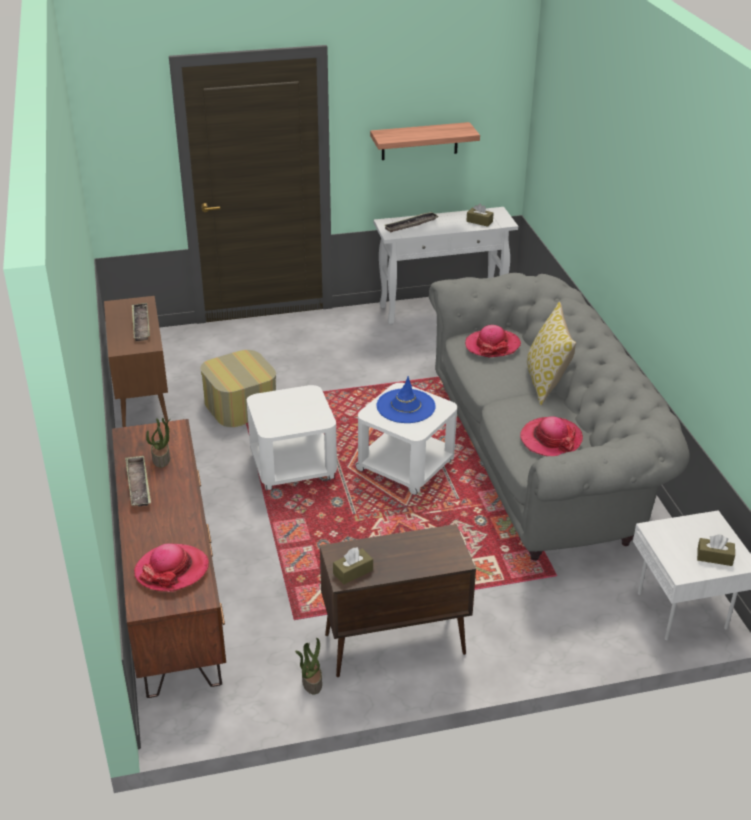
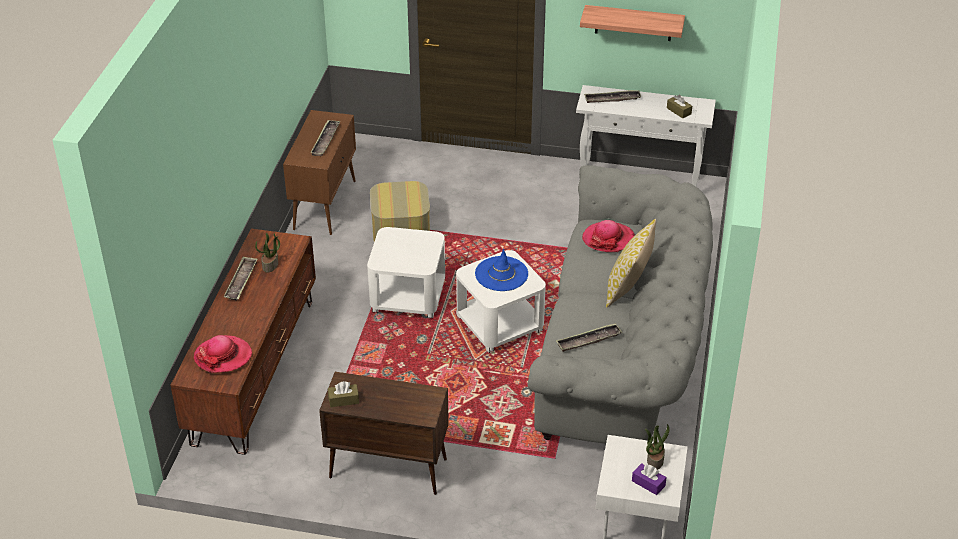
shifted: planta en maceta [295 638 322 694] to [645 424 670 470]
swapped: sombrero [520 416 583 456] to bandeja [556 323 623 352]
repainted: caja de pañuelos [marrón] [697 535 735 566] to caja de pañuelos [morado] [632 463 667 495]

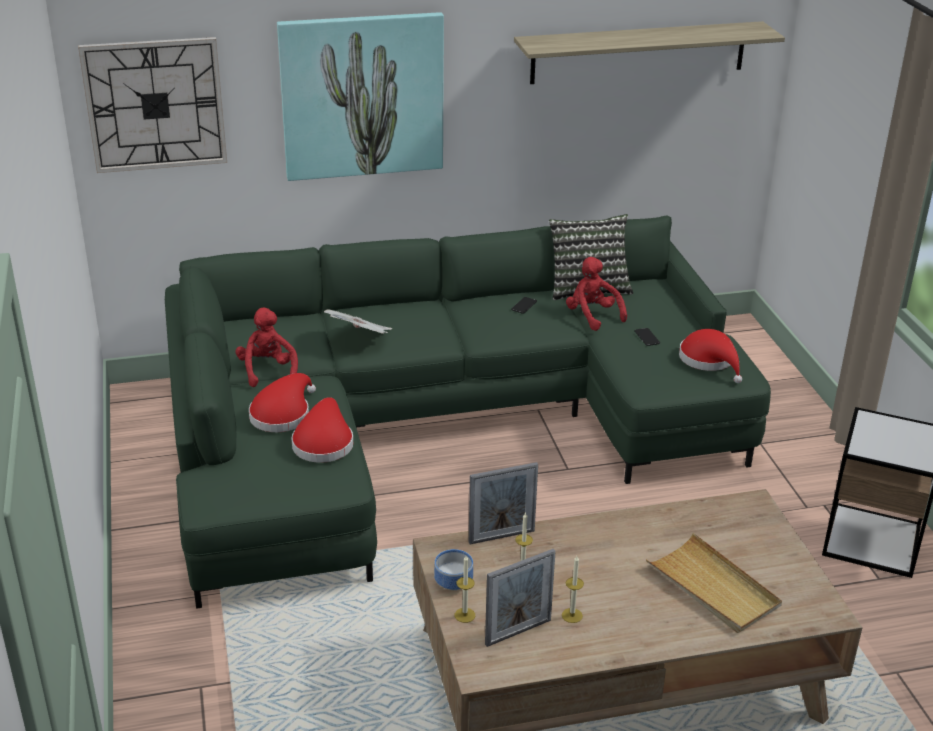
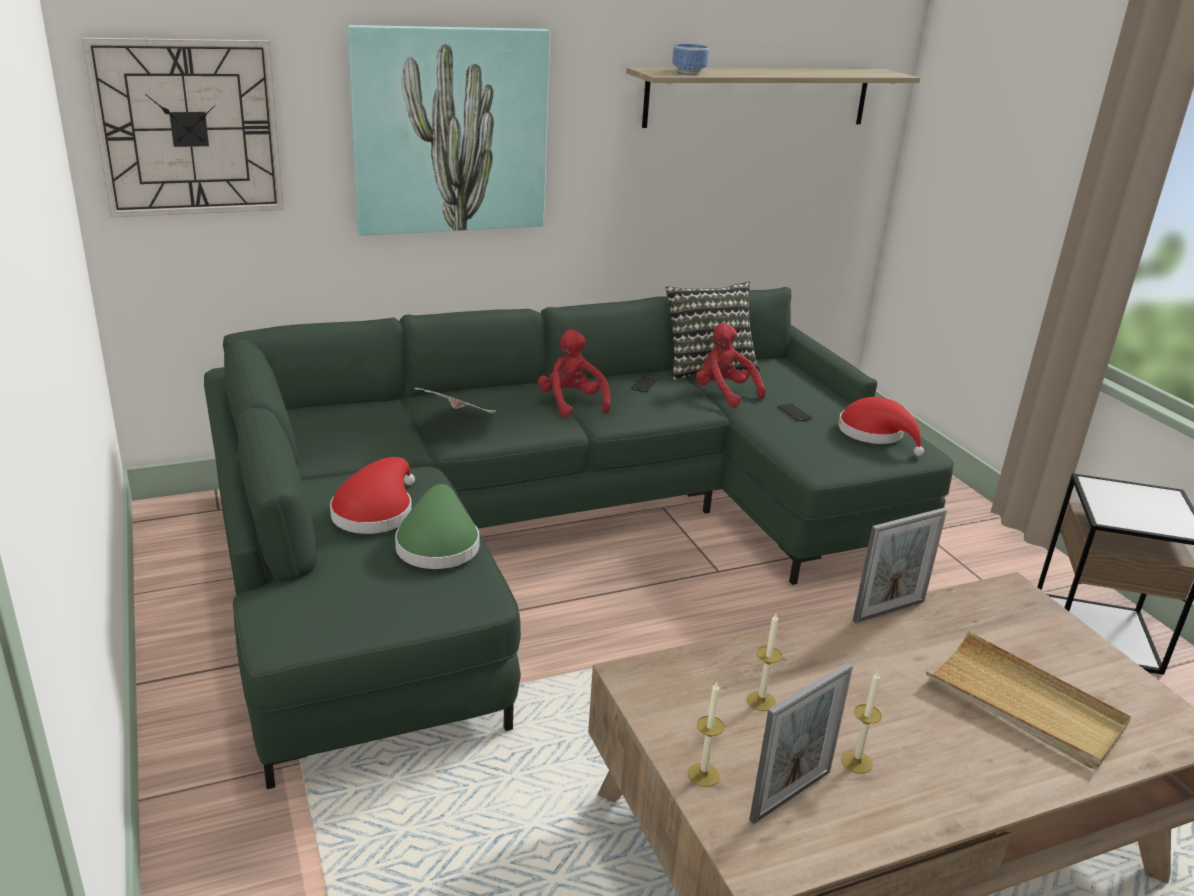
shifted: peluche [rojo] [235 307 298 387] to [538 330 610 418]; cuenco [434 549 473 590] to [672 44 709 74]; portarretratos [469 462 538 544] to [853 508 947 623]
repainted: sombrero [rojo] [292 397 353 463] to sombrero [verde] [395 484 479 569]

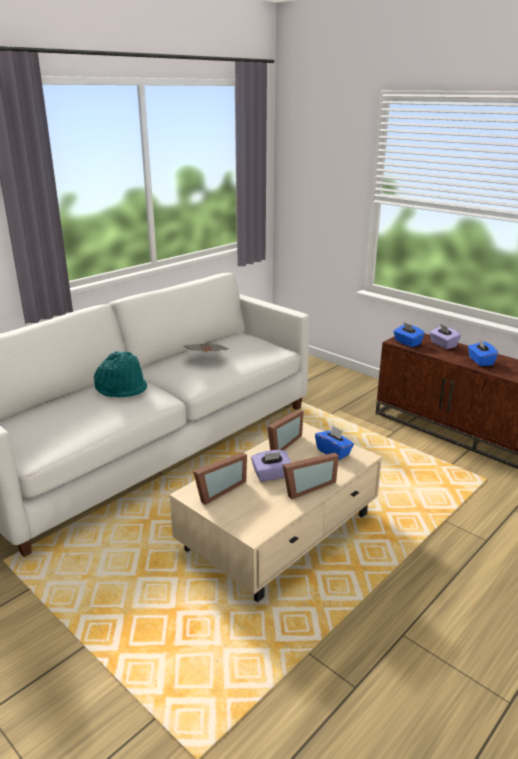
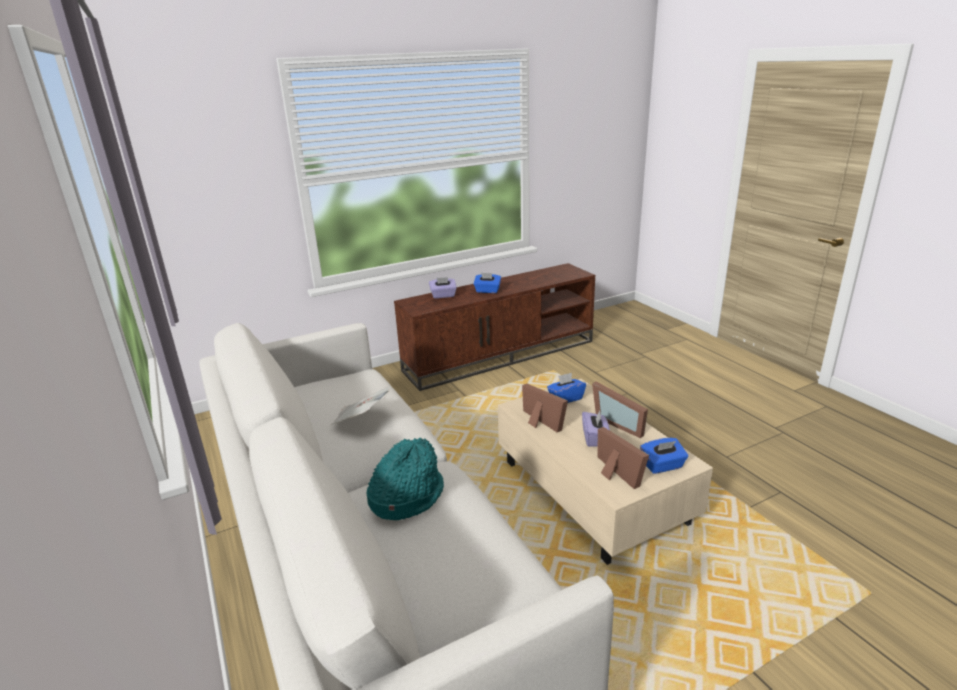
shifted: caja de pañuelos [azul] [393 322 425 347] to [640 438 688 474]
rotated: portarretratos [283 453 339 499] = [592 381 648 438] 150 degrees clockwise

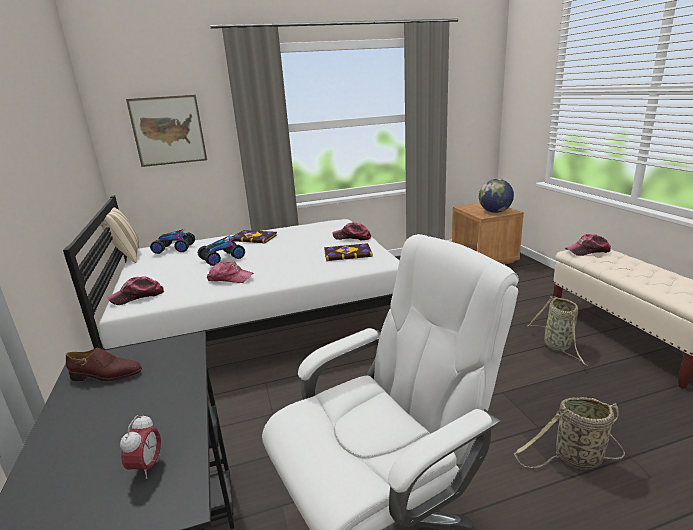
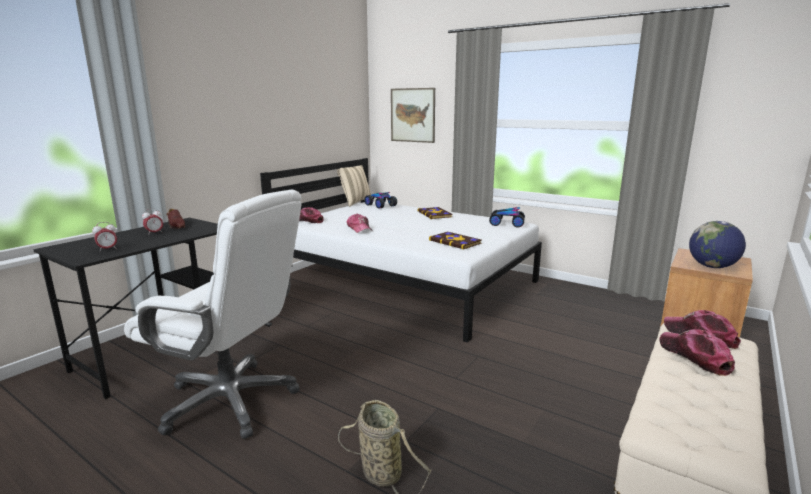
gone: cesta [528 296 588 366]
new: despertador [142 208 163 235]
shifted: coche de juguete [198 236 245 266] to [489 207 525 228]; gorra [333 222 371 240] to [660 329 735 376]

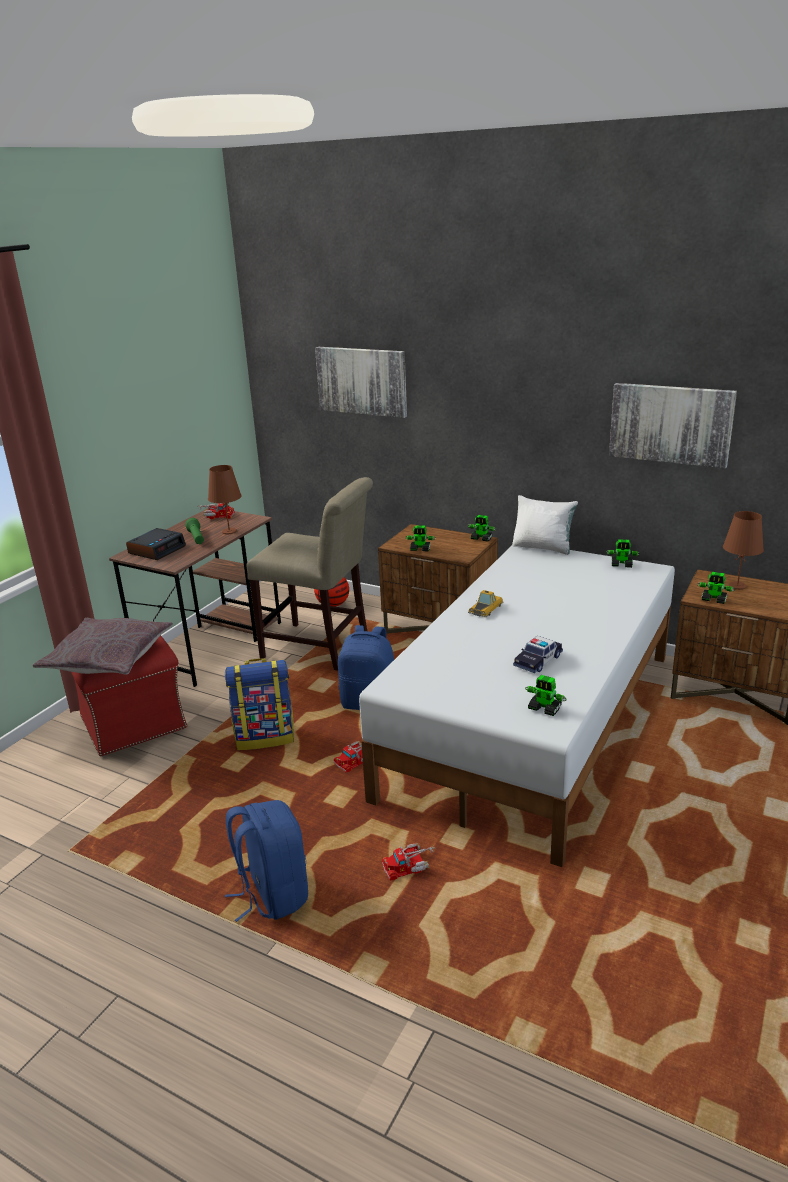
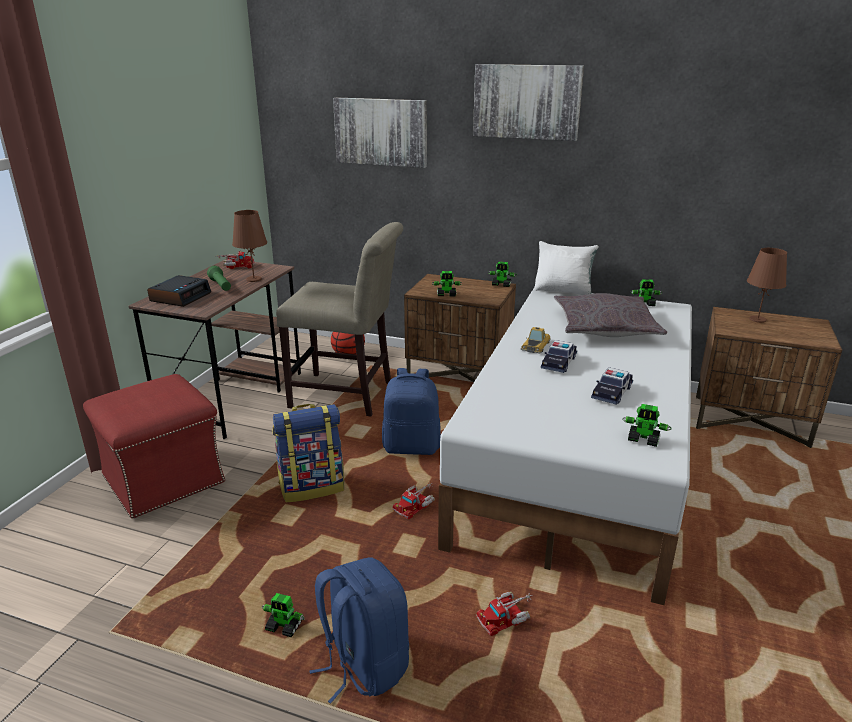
new: coche de juguete [541 340 577 373]
shifted: cojín [gris] [33 618 173 675] to [554 293 667 337]; cuadro [609 383 737 468] to [473 64 584 141]; robot de juguete [697 572 735 604] to [262 593 305 637]

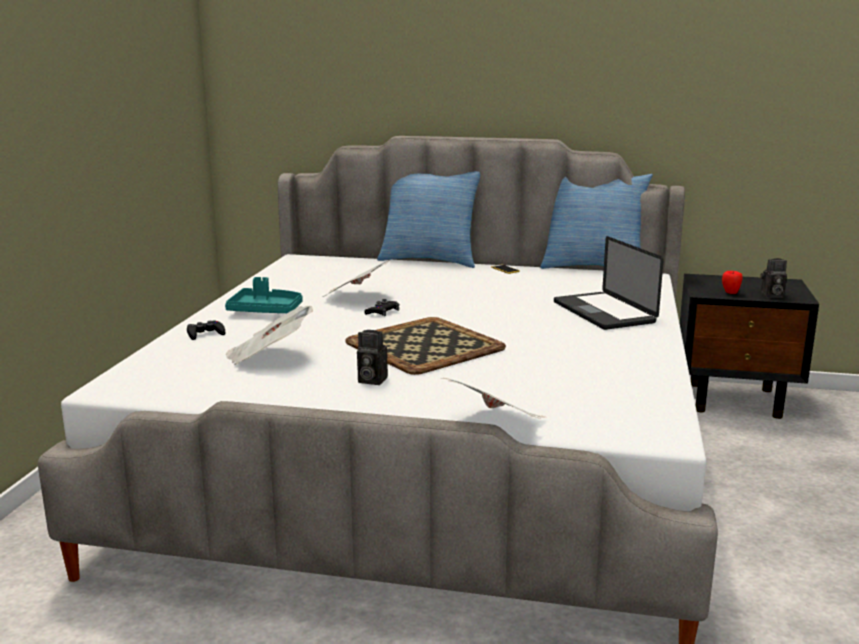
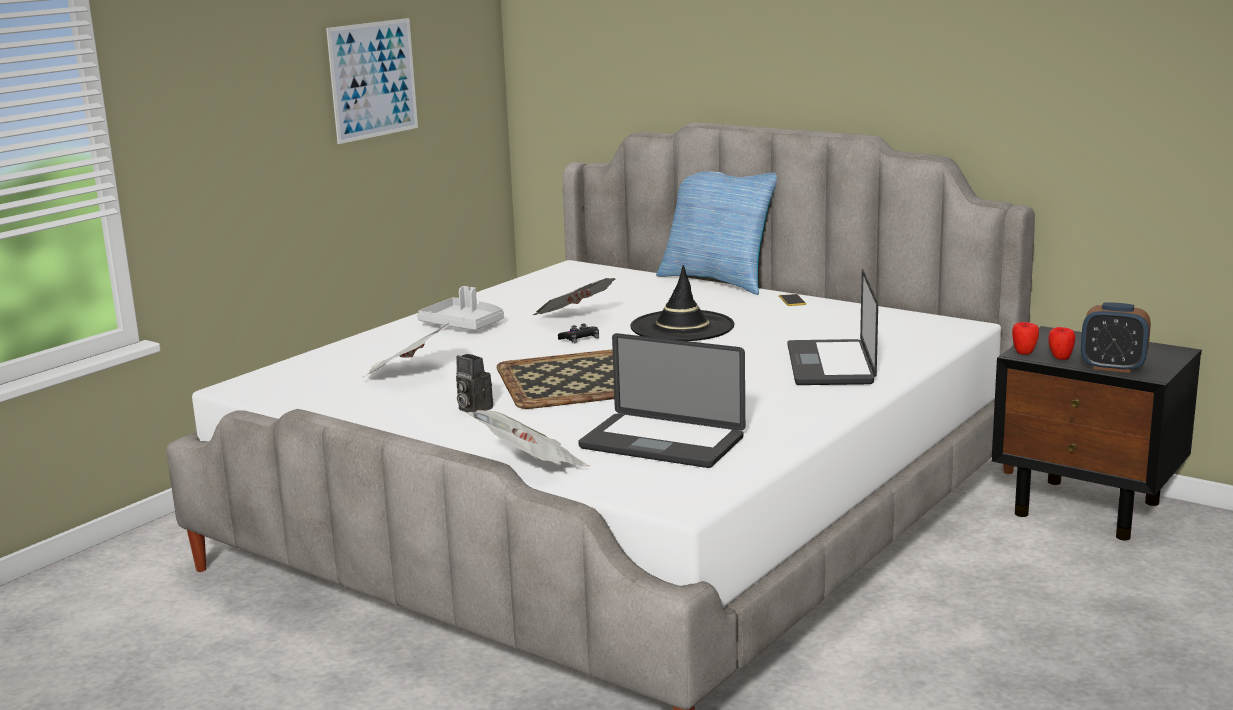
gone: mando de consola [negro] [187 320 225 340]; cojín [540 174 653 269]
new: cuadro [326 18 418 144]; portátil [578 333 745 468]; sombrero [negro] [630 265 734 341]; manzana [1012 322 1039 355]
swapped: cámara [760 258 787 298] to despertador [1081 302 1151 373]
repainted: bandeja [turquesa] [225 277 302 313] to bandeja [gris] [417 286 504 330]

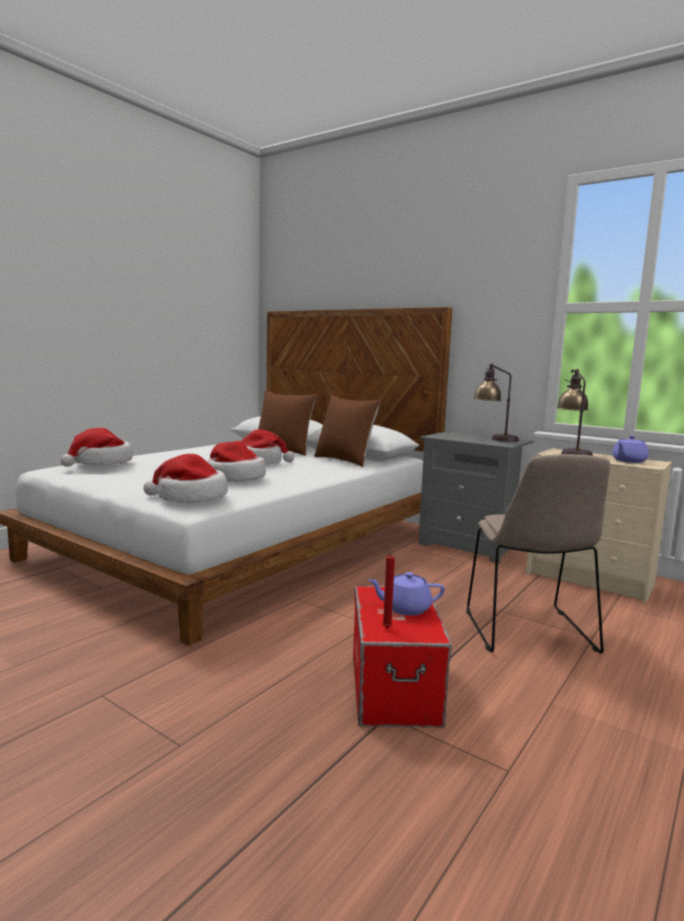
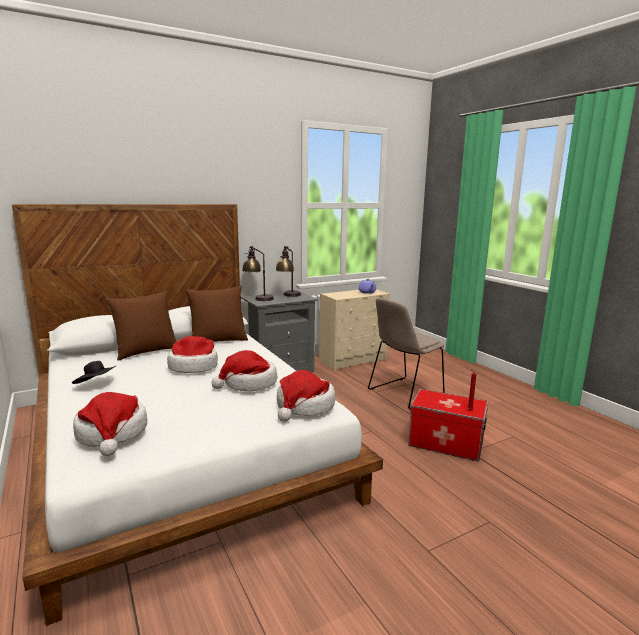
gone: tetera [morado] [368 572 445 615]
new: sombrero [negro] [72 361 116 384]
shifted: lámpara de mesa [557 369 593 456] to [242 246 274 301]
rotated: silla [beis] [466 454 610 654] = [368 298 445 409] 120 degrees clockwise

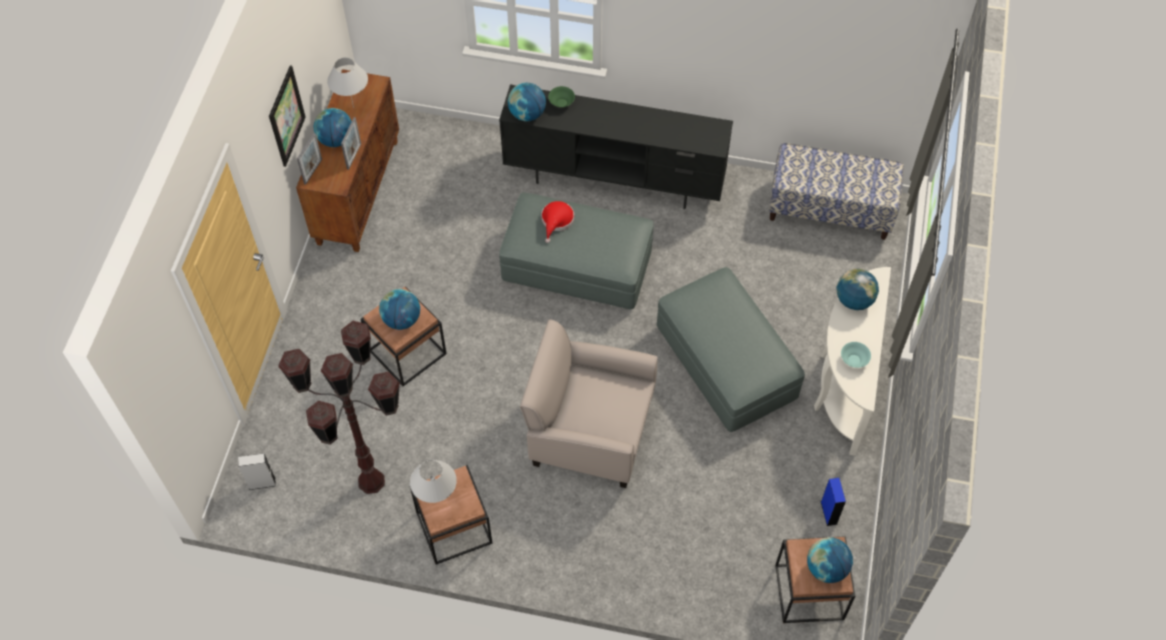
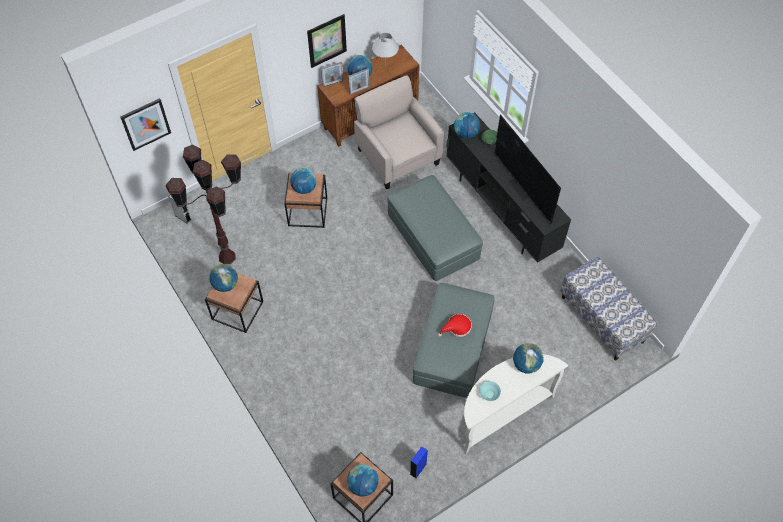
new: cuadro [120 98 171 151]; televisor [494 114 561 224]
shifted: sillón [beis] [520 319 658 488] to [354 75 444 189]; sombrero [rojo] [541 201 574 243] to [438 314 472 337]
swapped: lámpara de mesa [blanco] [410 460 457 503] to globo terráqueo [209 264 238 292]

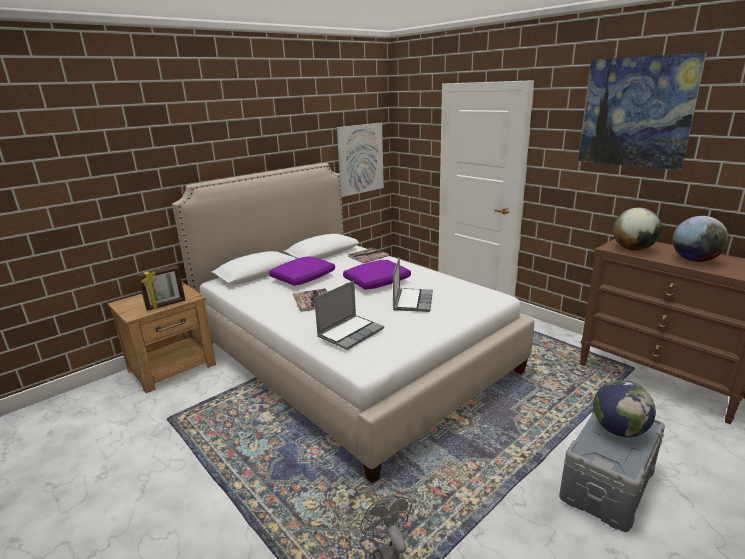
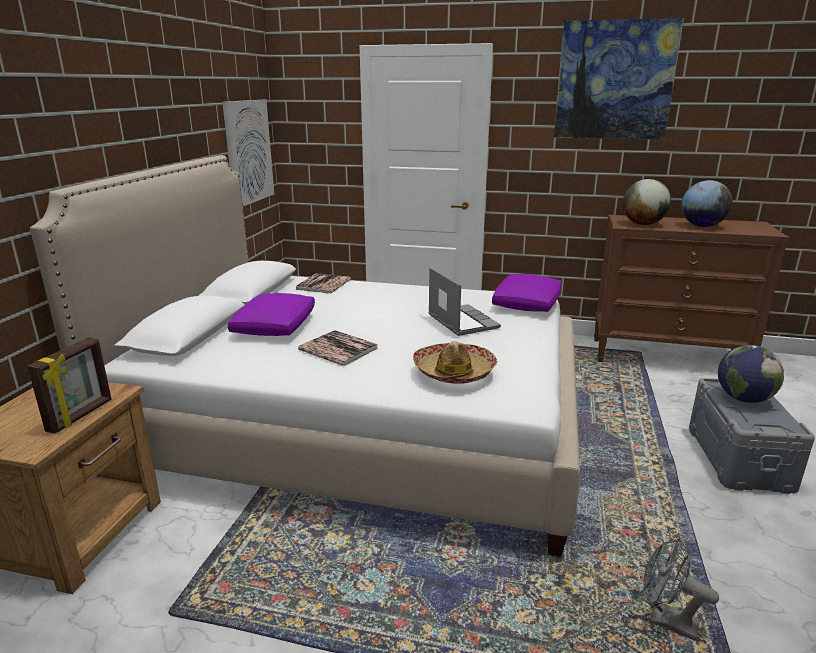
shifted: cojín [morado] [343 260 411 290] to [492 274 562 312]
swapped: portátil [314 280 384 350] to sombrero [413 341 498 384]

